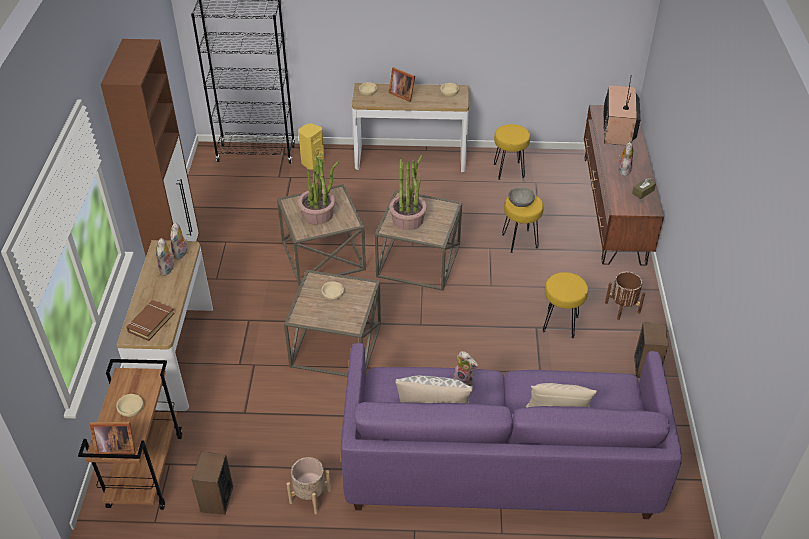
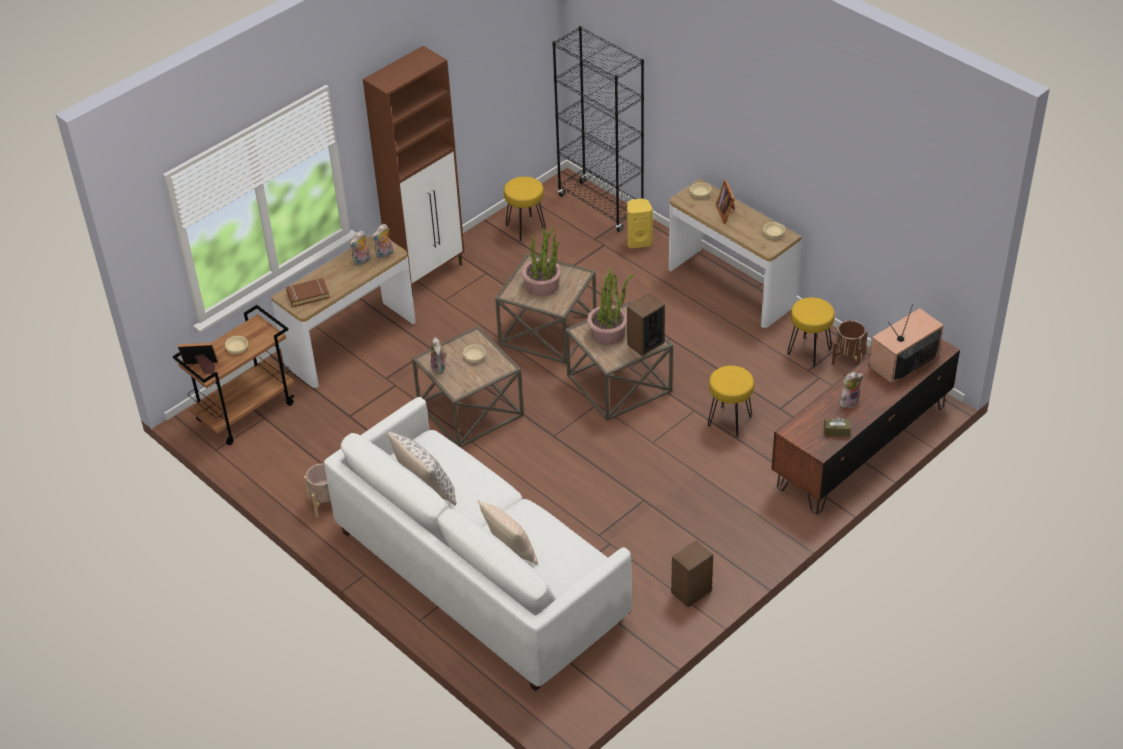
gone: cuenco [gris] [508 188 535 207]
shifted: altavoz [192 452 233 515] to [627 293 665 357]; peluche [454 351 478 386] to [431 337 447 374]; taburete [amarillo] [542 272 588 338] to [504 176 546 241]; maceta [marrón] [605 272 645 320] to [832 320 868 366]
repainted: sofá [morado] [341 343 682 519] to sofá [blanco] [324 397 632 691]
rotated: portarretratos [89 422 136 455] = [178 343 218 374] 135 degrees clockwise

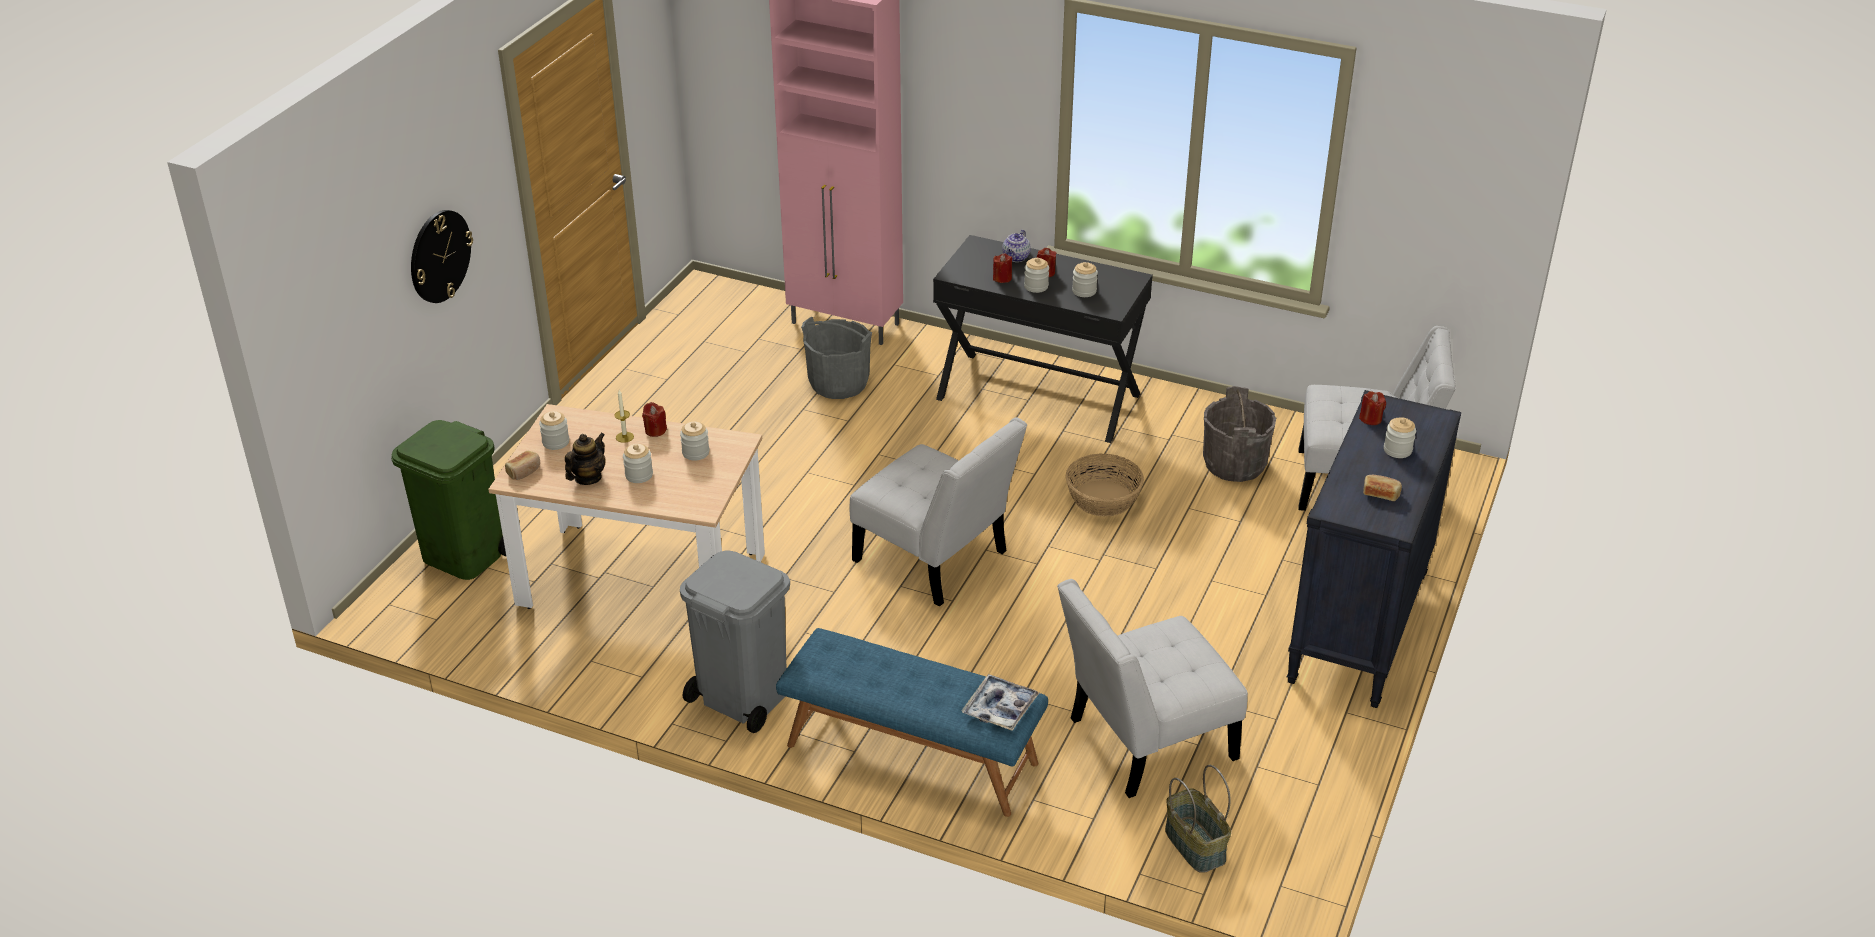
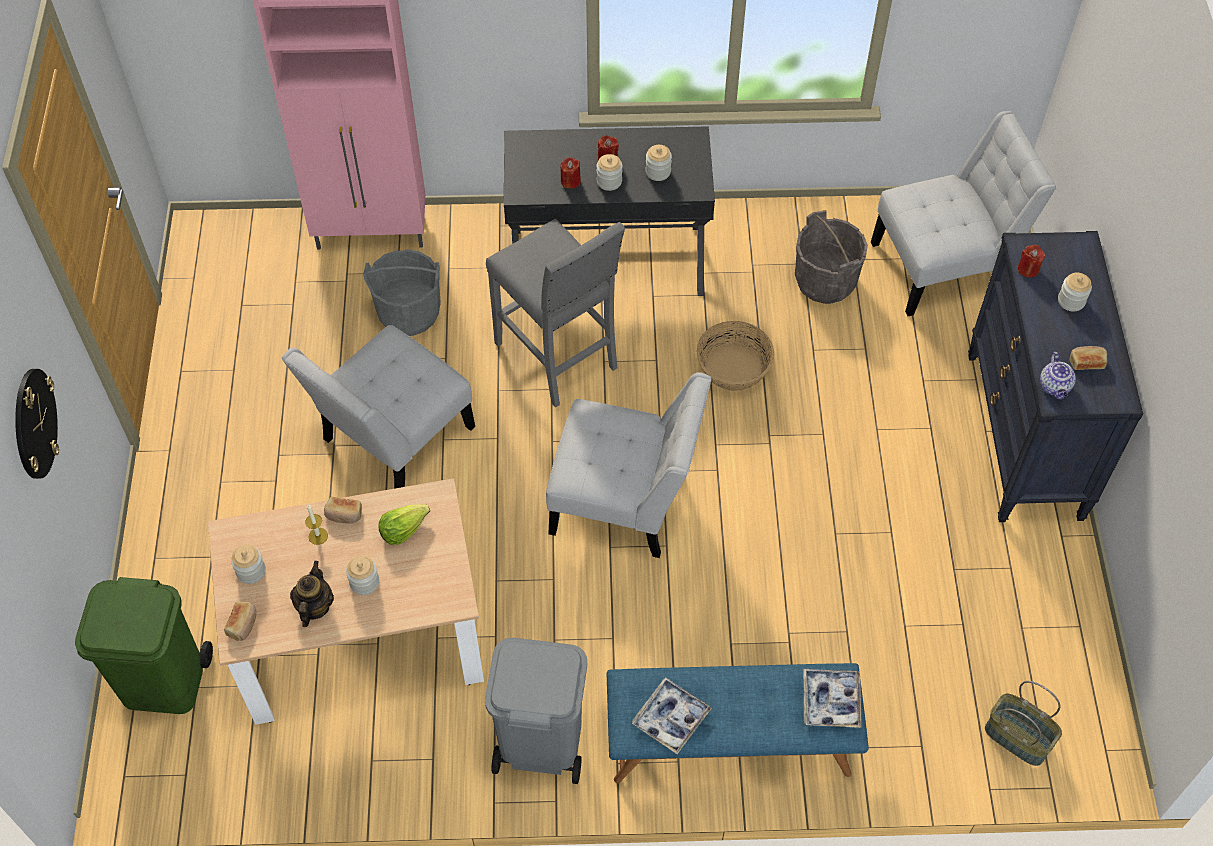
new: taburete [gris] [486 219 625 408]; bandeja [632 677 712 754]
shifted: tetera [1002 230 1031 262] to [1040 352 1076 400]; silla [blanco] [1057 579 1248 798] to [282 325 475 489]
swapped: vela [rojo] [642 402 667 437] to pan [324 497 362 523]; tarro [680 422 709 461] to lechuga [378 504 430 545]

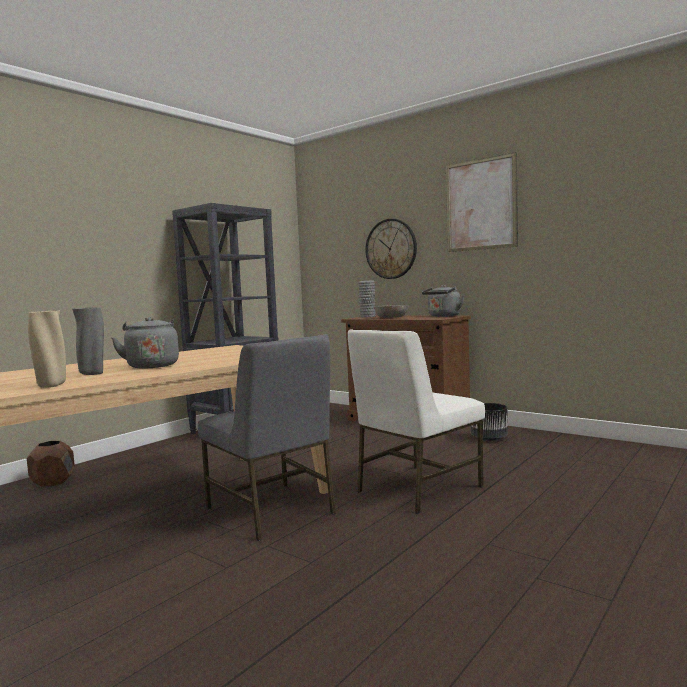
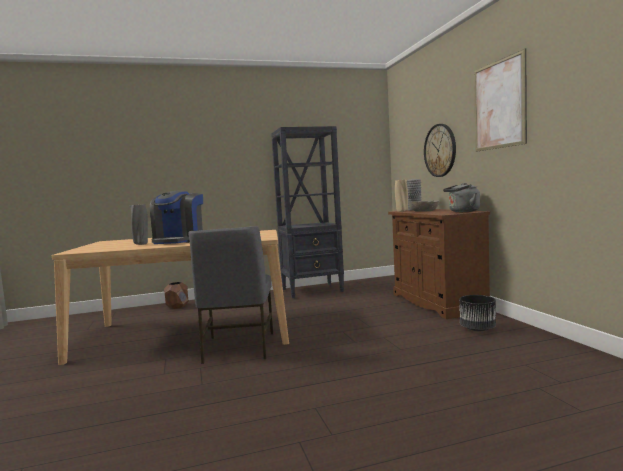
gone: silla [blanco] [348 329 485 514]
shifted: florero [beis] [28 310 66 388] to [395 180 408 212]
swapped: hervidor [gris] [111 317 179 369] to cafetera [150 190 203 244]

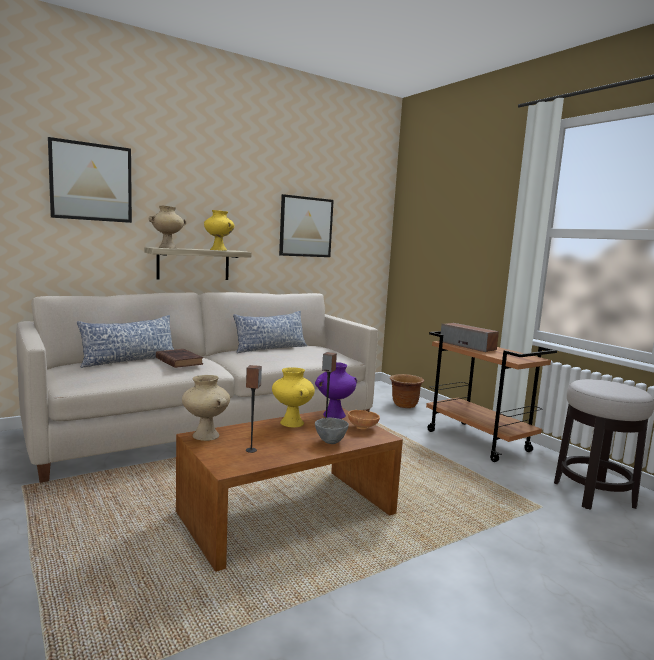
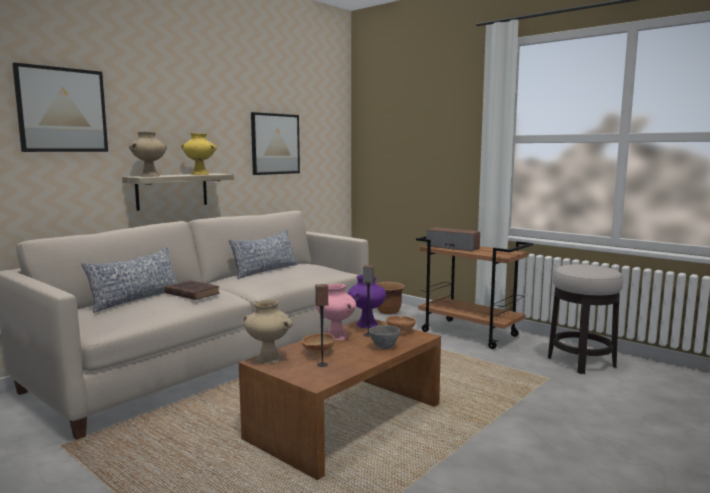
new: cuenco [marrón] [302 333 335 354]
repainted: florero [amarillo] [272 367 315 427] to florero [rosa] [315 284 356 341]

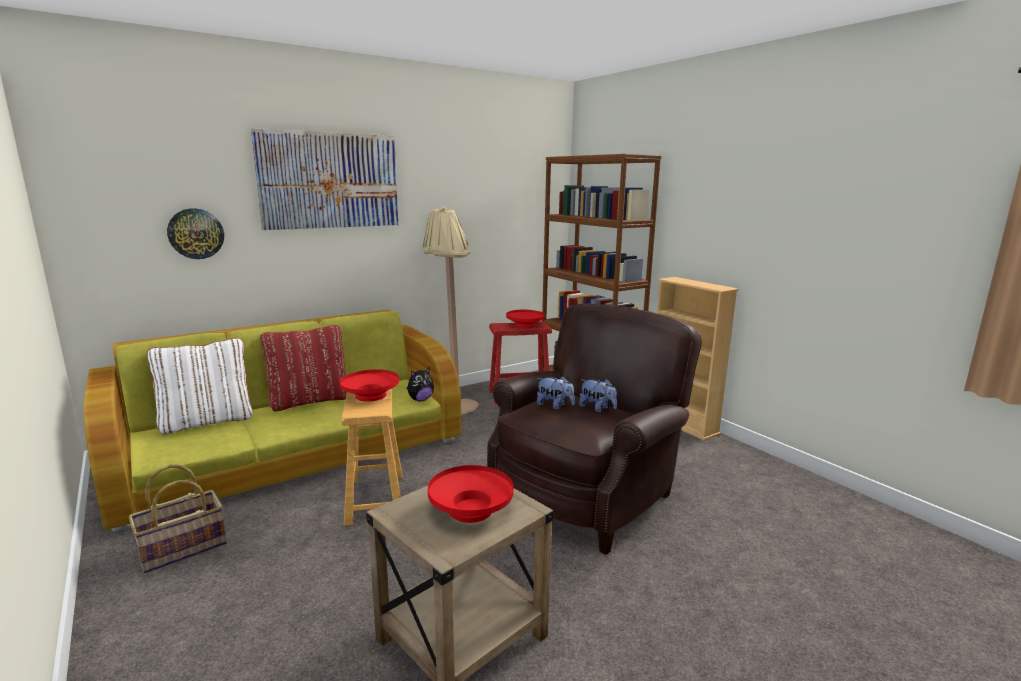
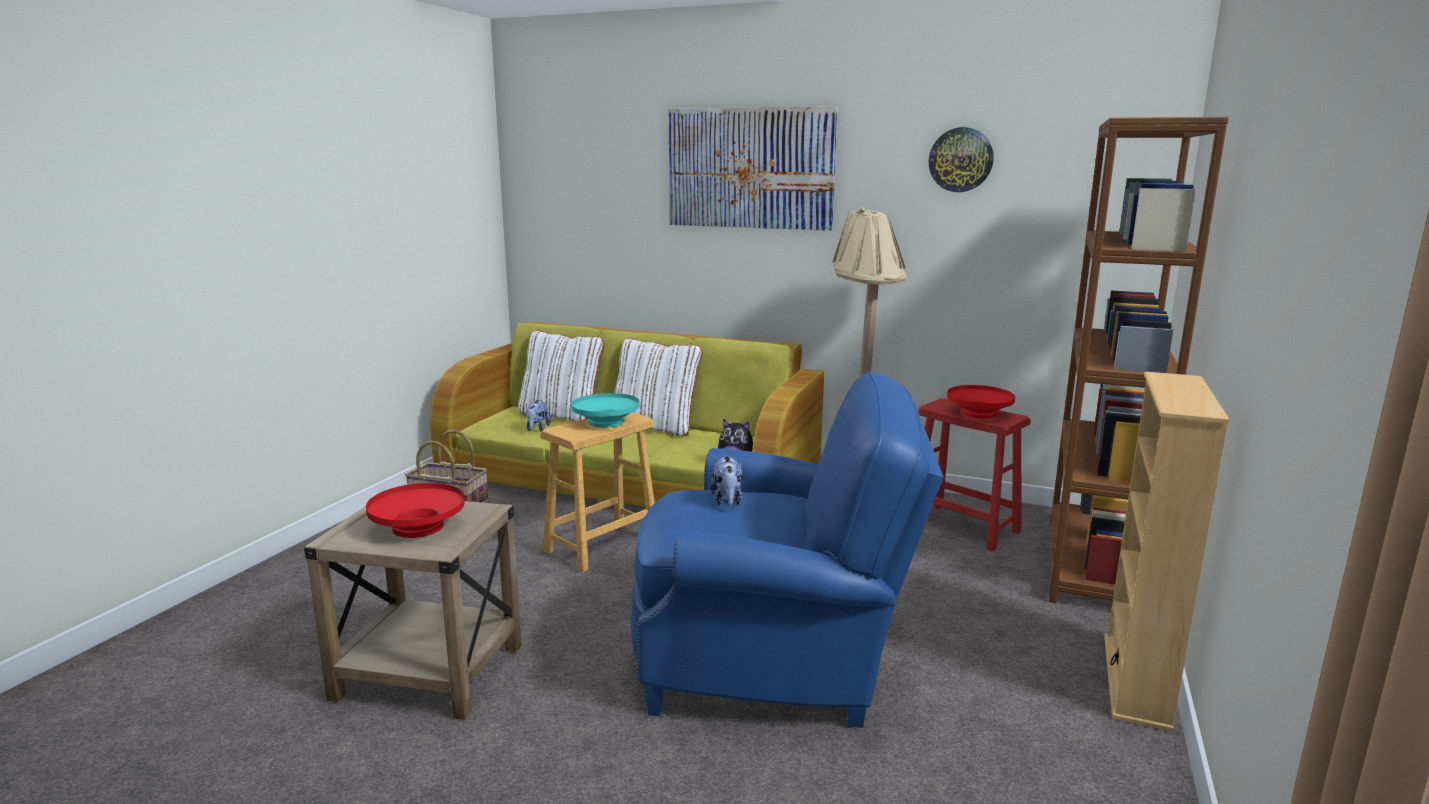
shifted: reloj de pared [167 208 224 259] to [929 127 994 192]; peluche [579 379 617 412] to [526 400 551 431]
repainted: cojín [rojo] [260 325 347 412] to cojín [blanco] [614 338 703 437]; cuenco [rojo] [340 369 399 402] to cuenco [turquesa] [571 393 640 428]; sillón [marrón] [487 303 702 555] to sillón [azul] [631 371 944 728]

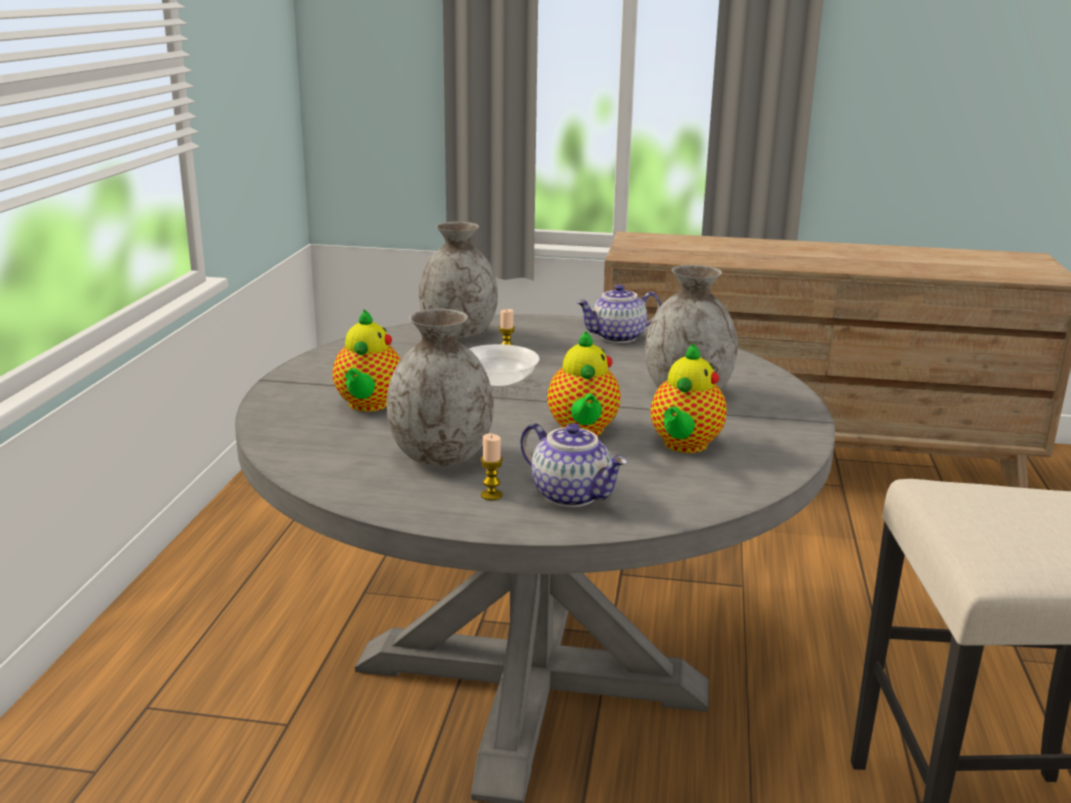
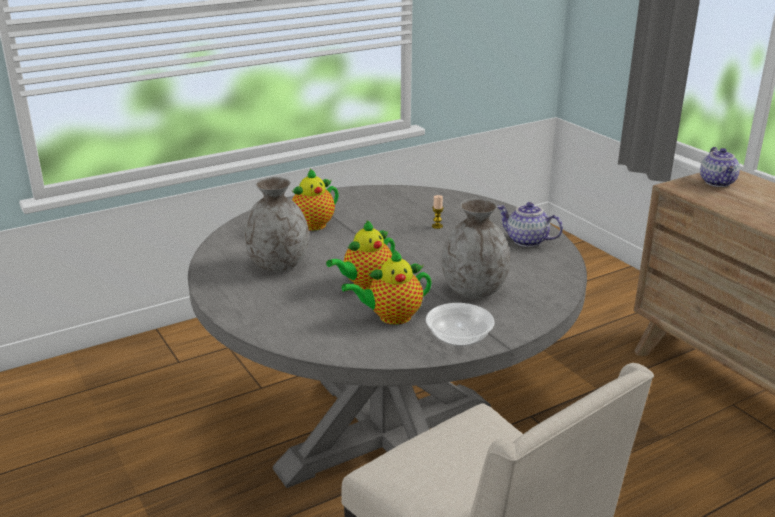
gone: florero [gris] [419 222 498 338]; vela [481 434 503 500]
shifted: cuenco [469 344 539 388] to [426 303 494 346]; tetera [520 423 628 507] to [700 147 740 187]

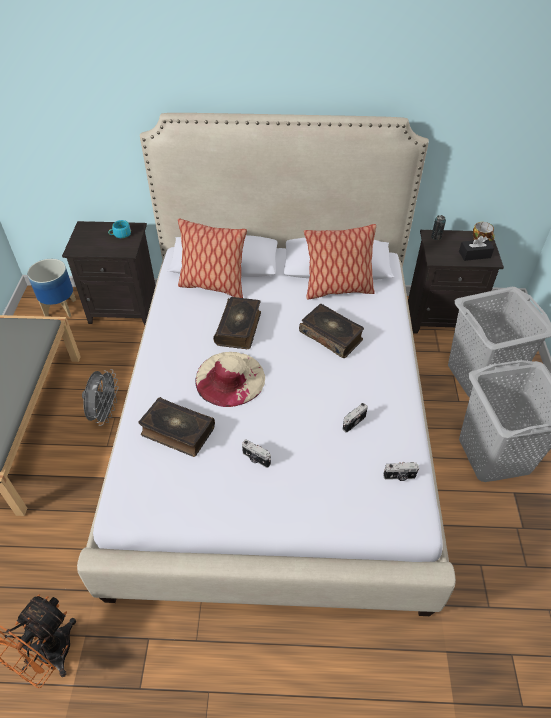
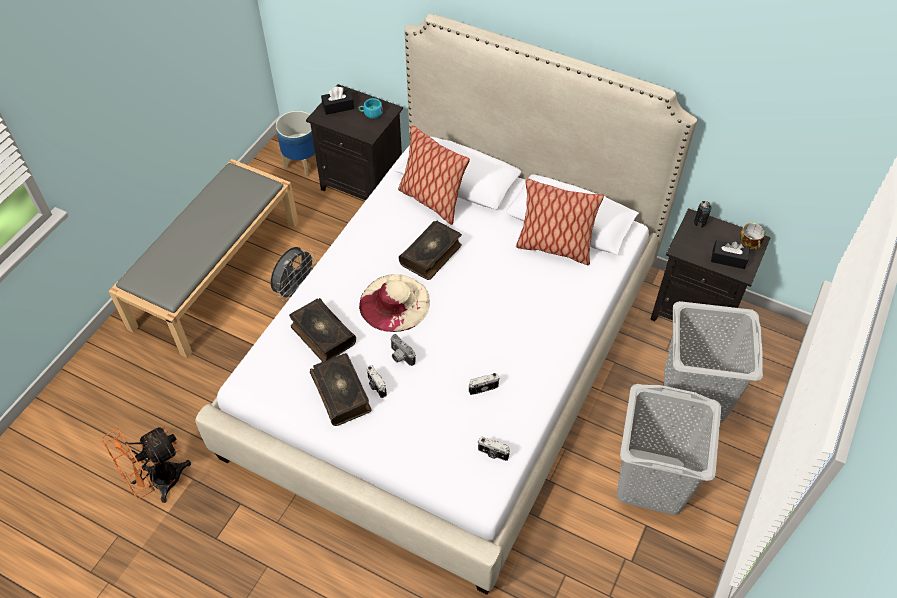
new: caja de pañuelos [negro] [321 86 354 115]; cámara [390 334 416 366]
shifted: libro [299 304 364 358] to [310 353 371 426]

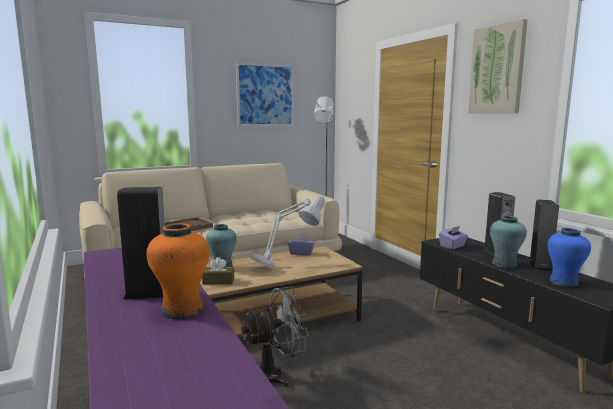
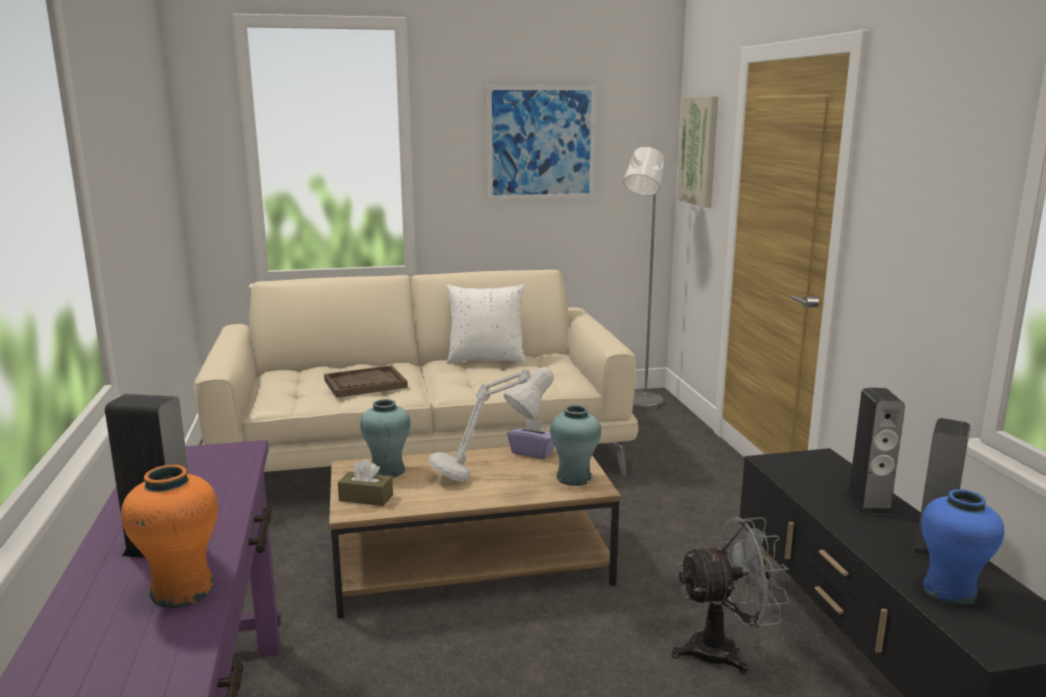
gone: caja de pañuelos [morado] [439 226 468 250]
new: cojín [blanco] [446 284 526 364]
shifted: ventilador [gris] [241 286 309 387] to [671 517 790 675]; cuadro [468 19 528 113] to [677 96 718 208]; florero [turquesa] [490 216 527 269] to [550 405 601 486]

